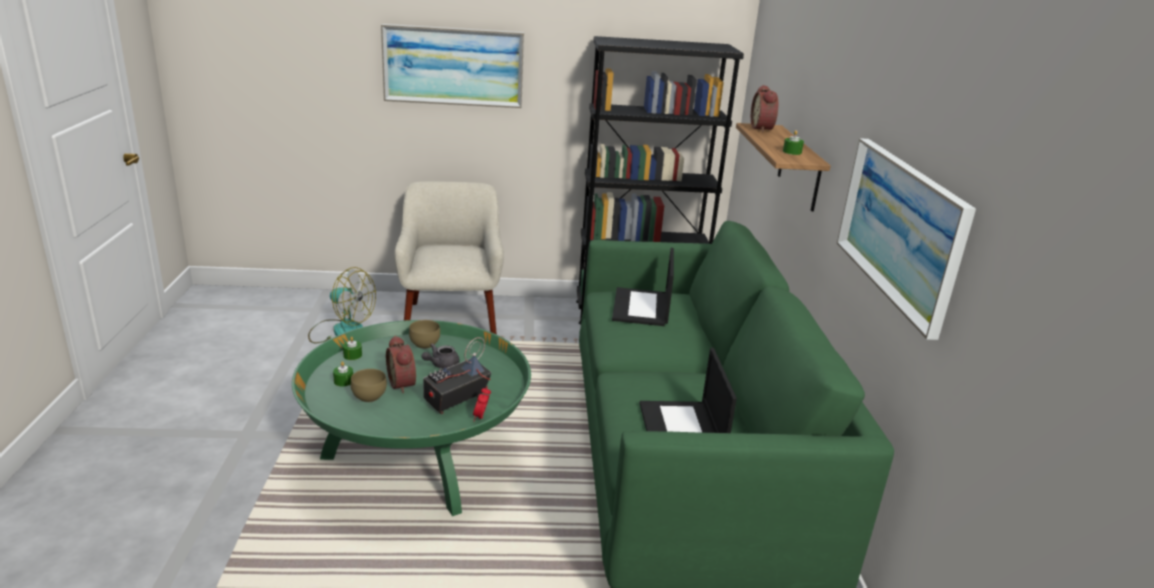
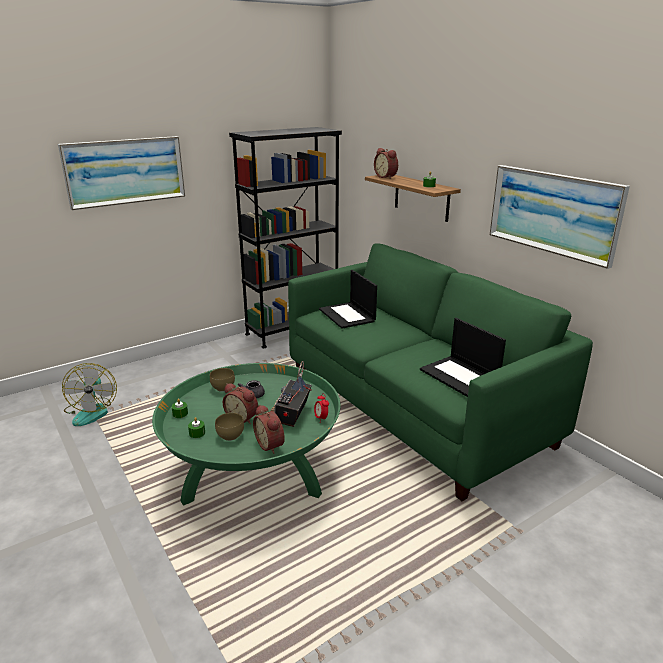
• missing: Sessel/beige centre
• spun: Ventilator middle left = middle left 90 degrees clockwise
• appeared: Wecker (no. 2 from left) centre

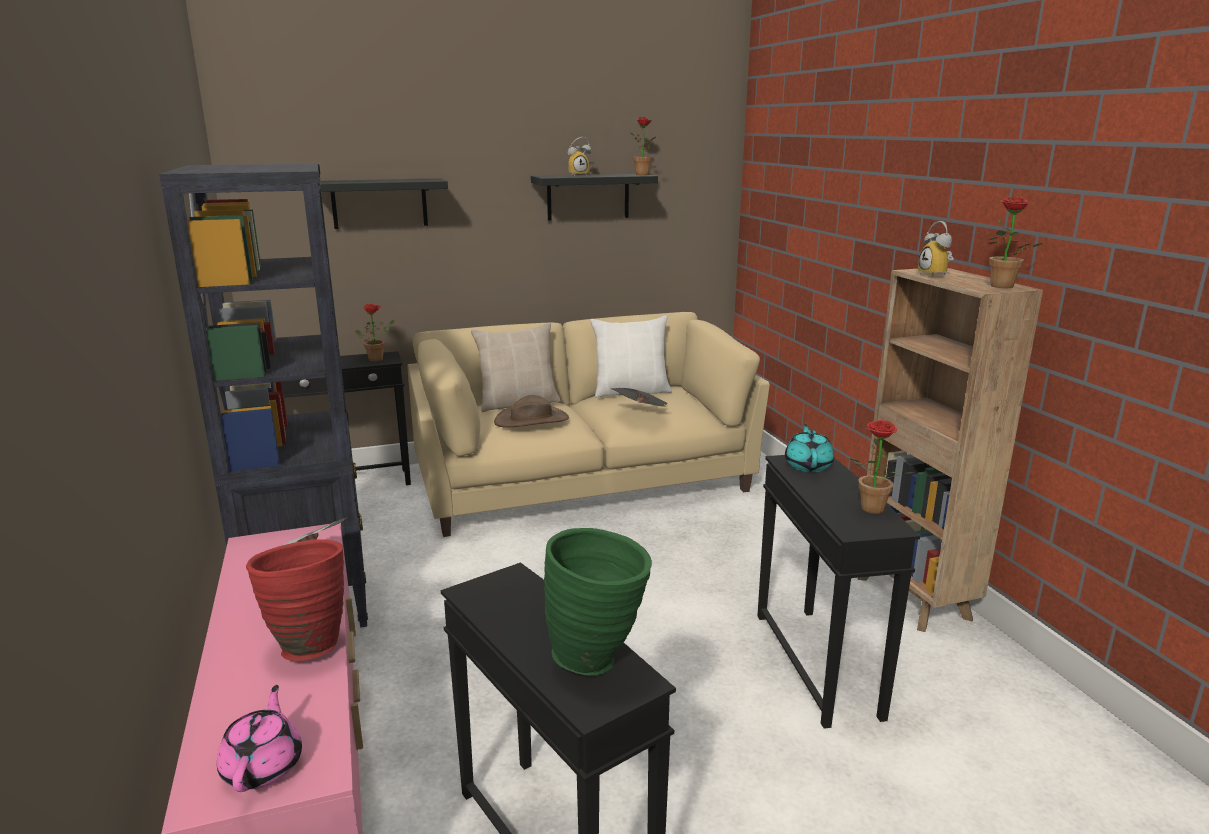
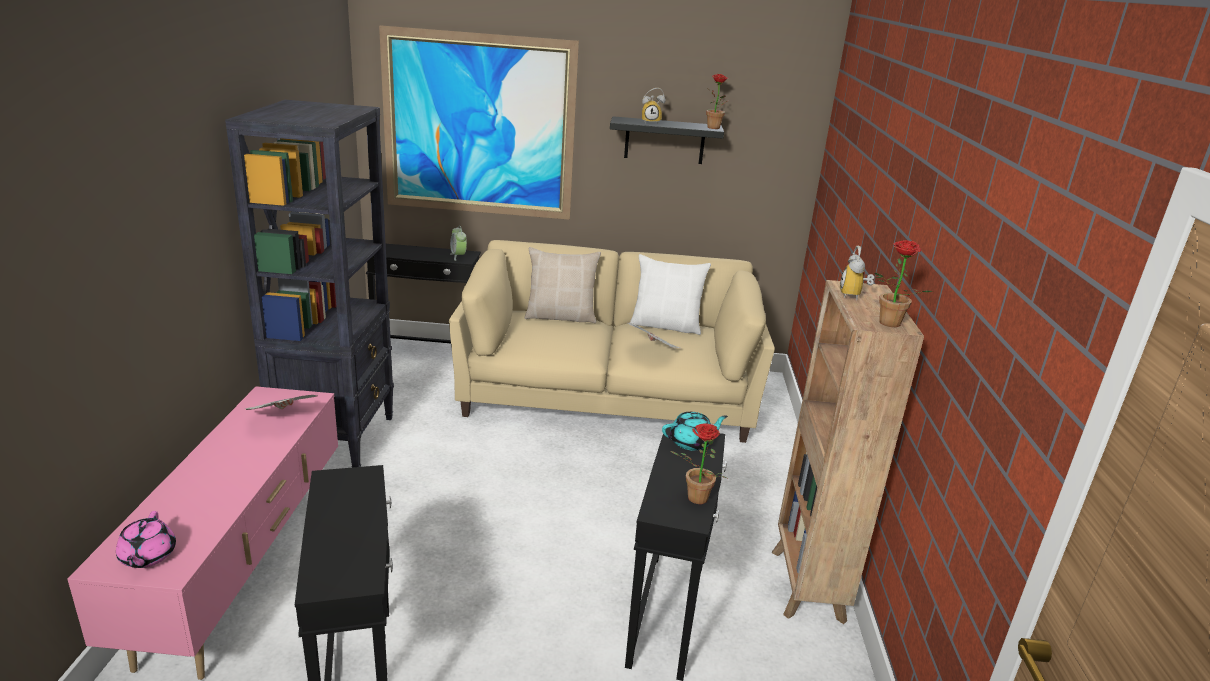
• exchanged: Wandregal/schwarz (no. 1 from left) top left to Bild top centre
• exchanged: Topfpflanze (no. 1 from left) middle left to Wecker (no. 1 from left) centre
• missing: Hut/braun centre
• spun: Teekanne/türkis middle right = centre 45 degrees clockwise
• missing: Vase/grün bottom centre
• missing: Vase/rot bottom left
• spun: Teekanne/rosa bottom left = bottom left 150 degrees clockwise

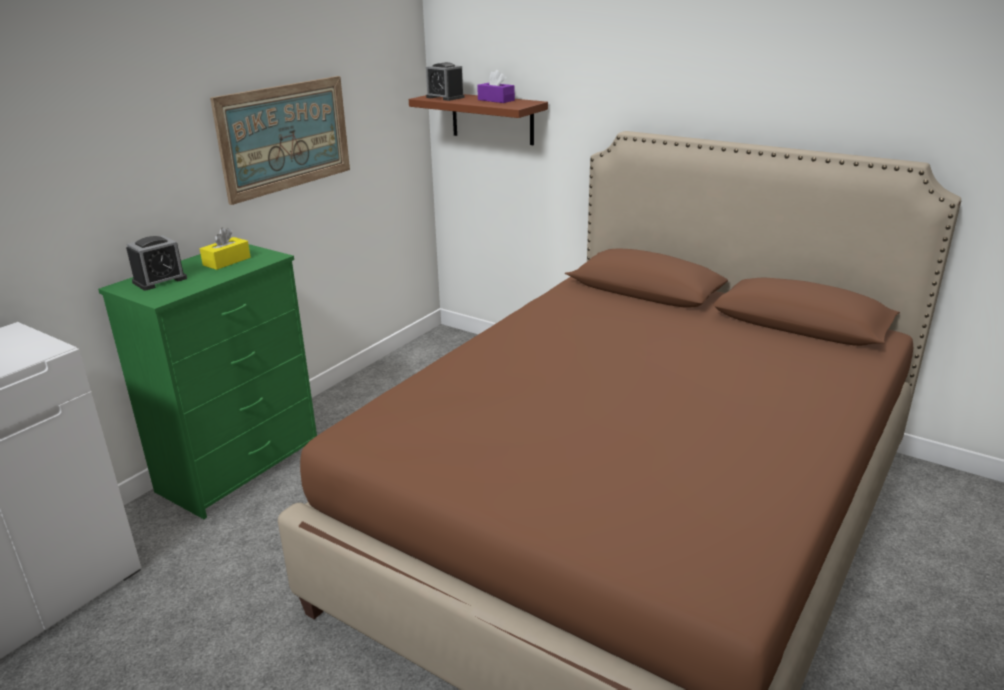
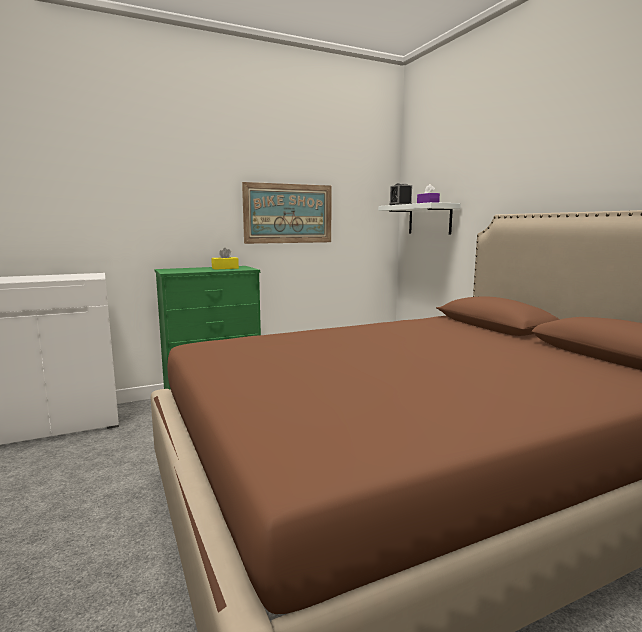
• colour: Wandregal/braun top centre to Wandregal/weiß centre
• missing: Wecker (no. 1 from left) middle left

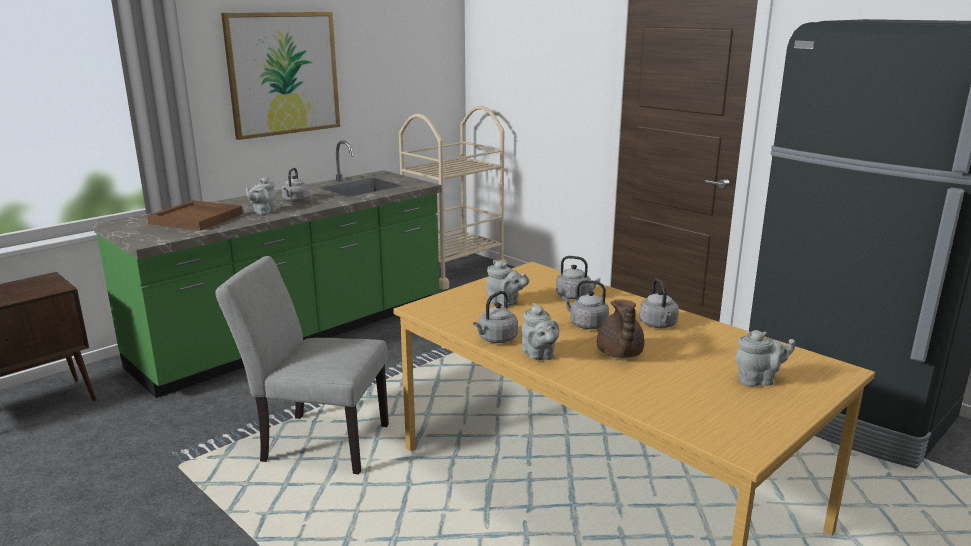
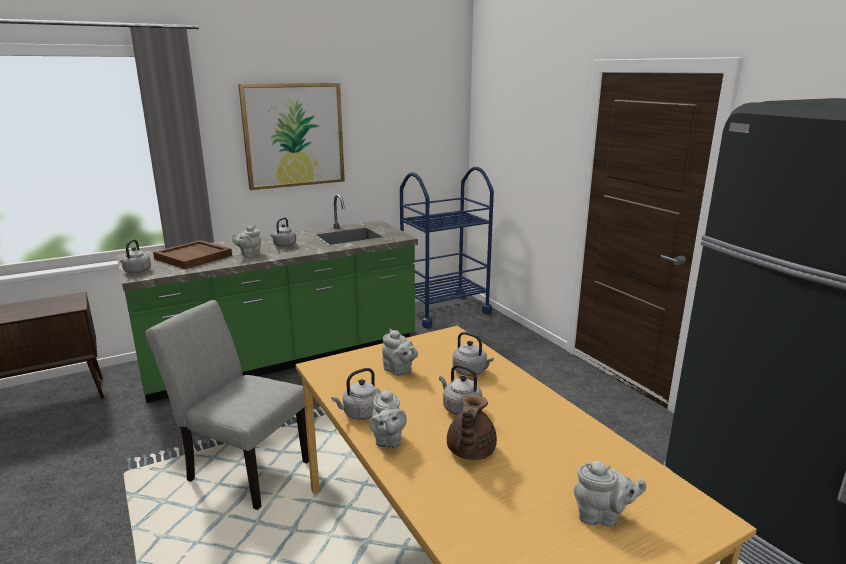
• colour: Rollwagen/beige centre to Rollwagen/blau centre
• relocated: Wasserkessel/grau (no. 5 from left in the first image) middle right to Wasserkessel/grau (no. 1 from left) middle left

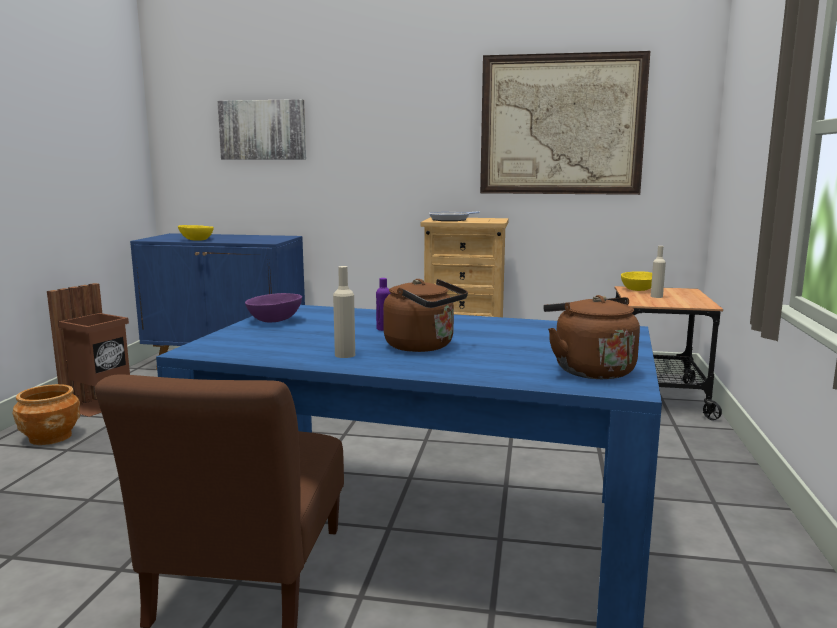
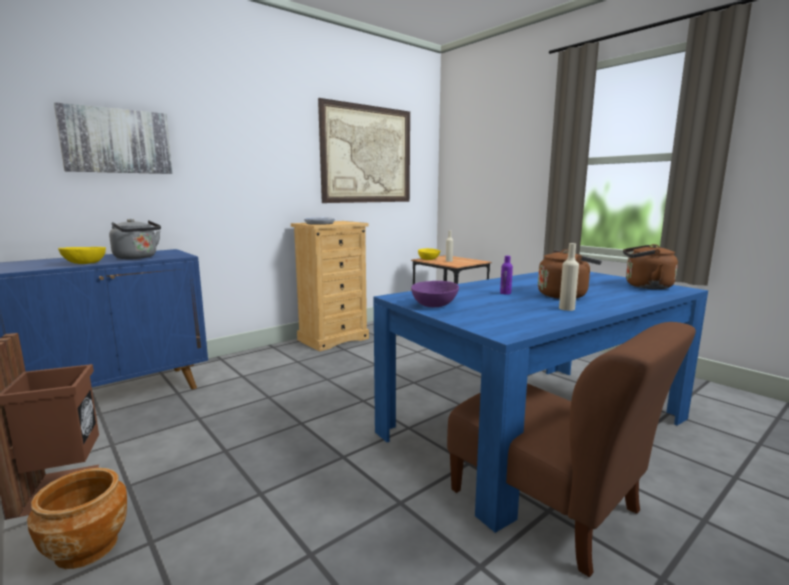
• appeared: Wasserkessel/grau middle left

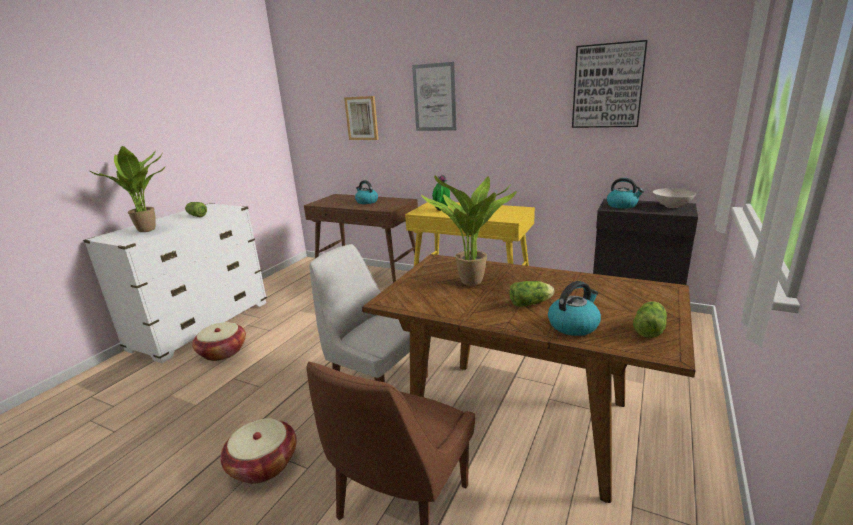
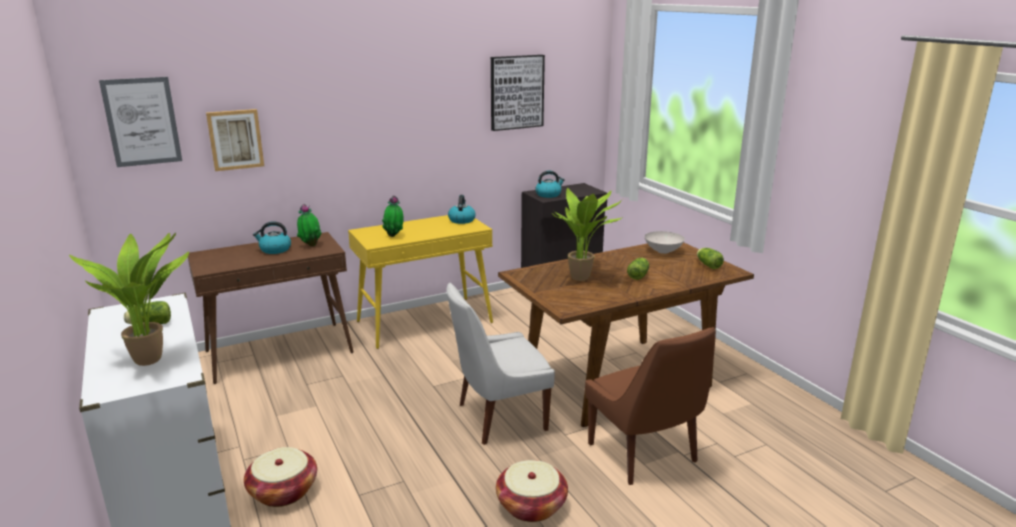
• relocated: Bild (no. 2 from left in the first image) top centre to Bild (no. 1 from left) top left
• relocated: Schüssel/weiß middle right to centre
• relocated: Wasserkessel (no. 2 from left) middle right to centre
• appeared: Topfpflanze (no. 2 from left) middle left

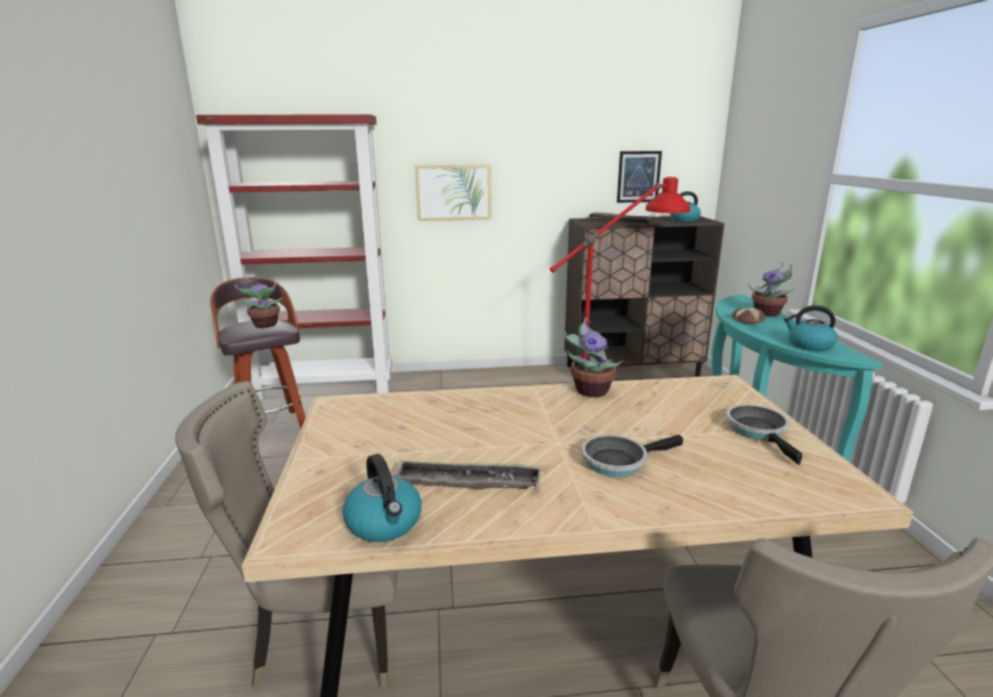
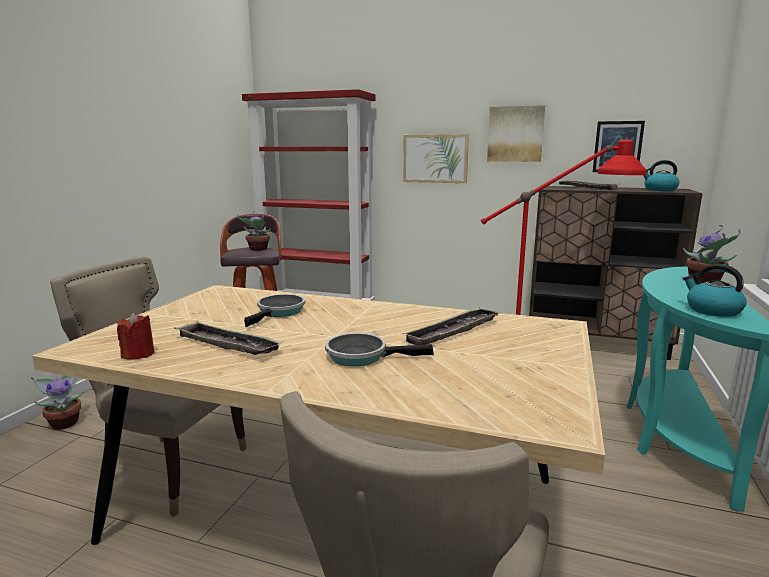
• missing: Brot middle right
• relocated: Topfpflanze (no. 2 from left in the first image) centre to Topfpflanze (no. 1 from left) bottom left
• relocated: Pfanne (no. 2 from left in the first image) middle right to Pfanne (no. 1 from left) centre
• exchanged: Wasserkessel (no. 1 from left) bottom centre to Kerze/rot middle left
• appeared: Bild (no. 2 from left) top right
• appeared: Tablett (no. 2 from left) centre

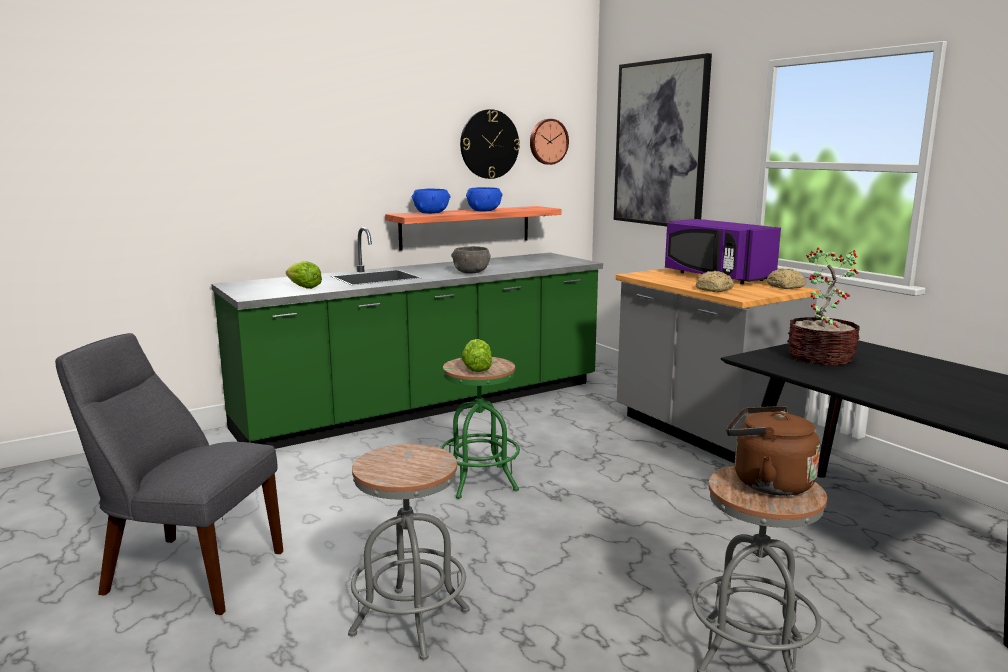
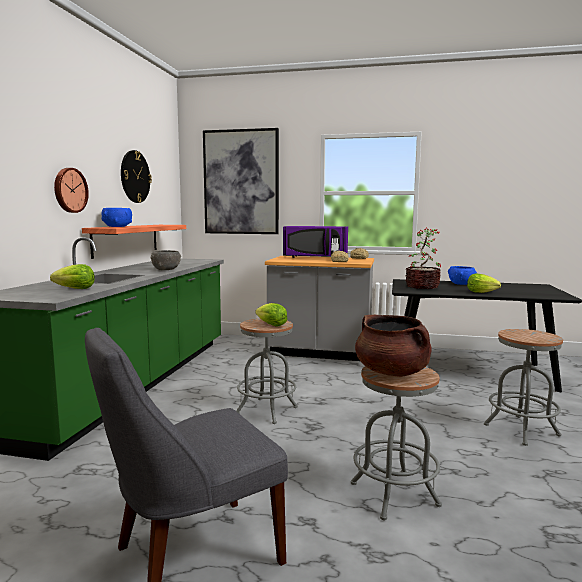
• relocated: Wanduhr (no. 2 from left in the first image) top centre to Wanduhr (no. 1 from left) top left
• relocated: Schüssel/blau (no. 2 from left) top centre to middle right
• colour: Hocker/grün centre to Hocker/grau (no. 1 from left) centre
• missing: Wasserkessel/braun bottom right
• appeared: Salatkopf (no. 3 from left) middle right
• appeared: Kochtopf/braun middle right

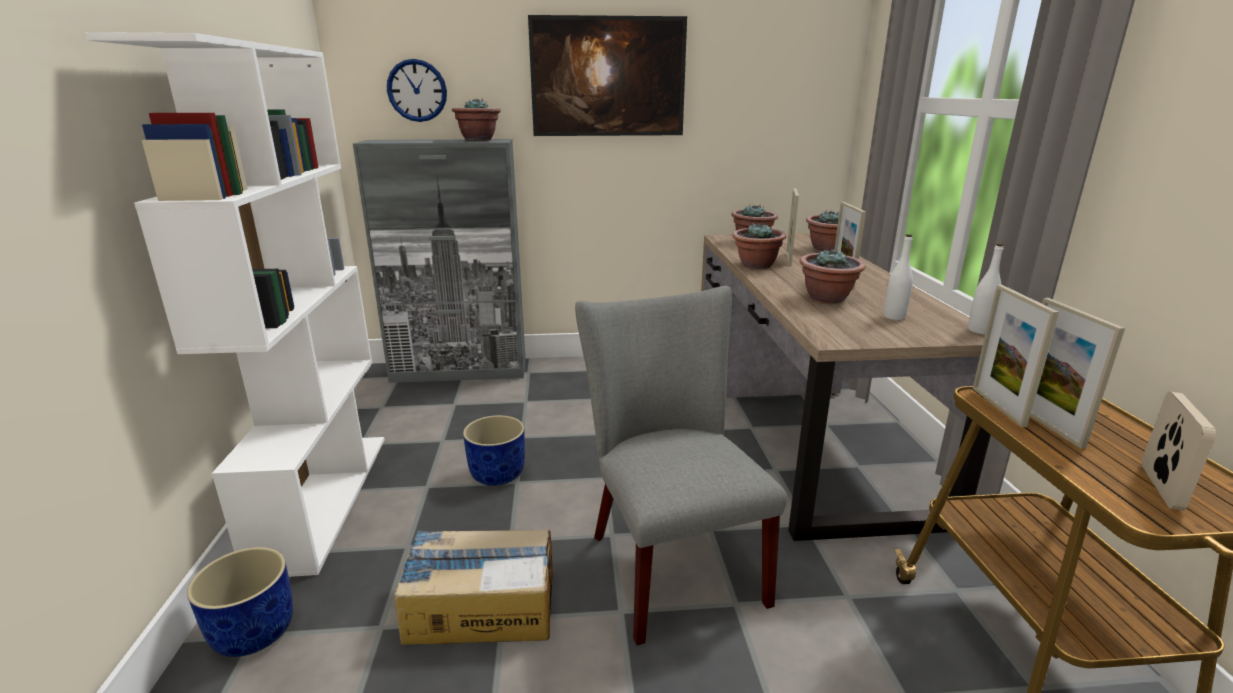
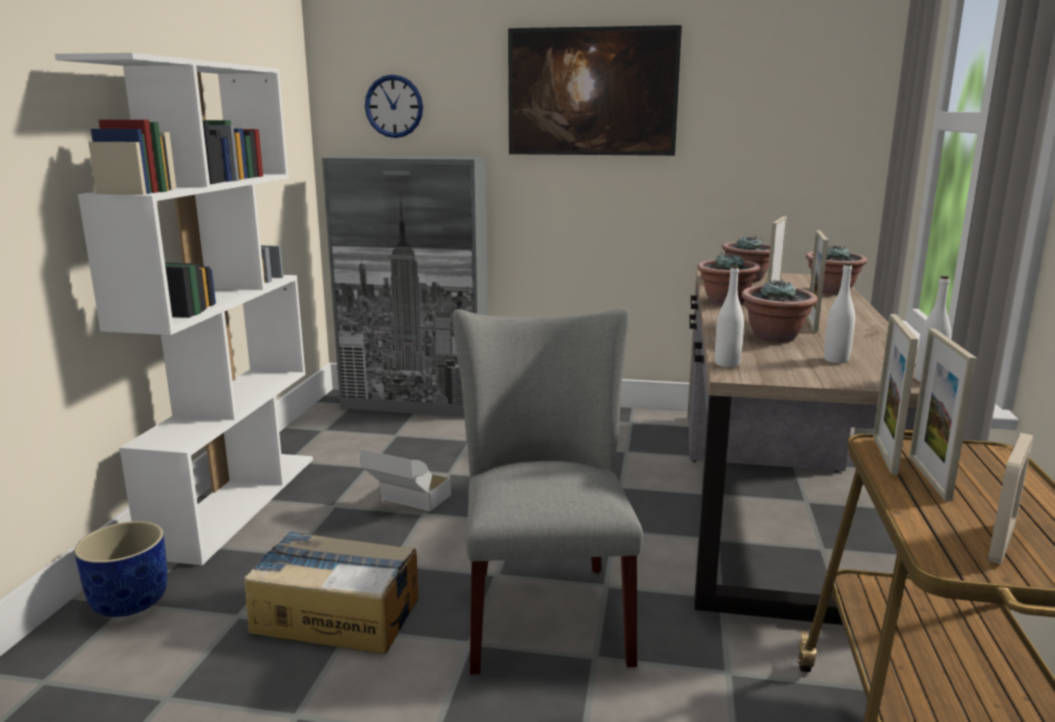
• missing: Topfpflanze (no. 1 from left) top centre
• exchanged: Pflanzkübel/blau (no. 2 from left) centre to Karton (no. 2 from left) centre
• appeared: Flasche/weiß (no. 1 from left) middle right

